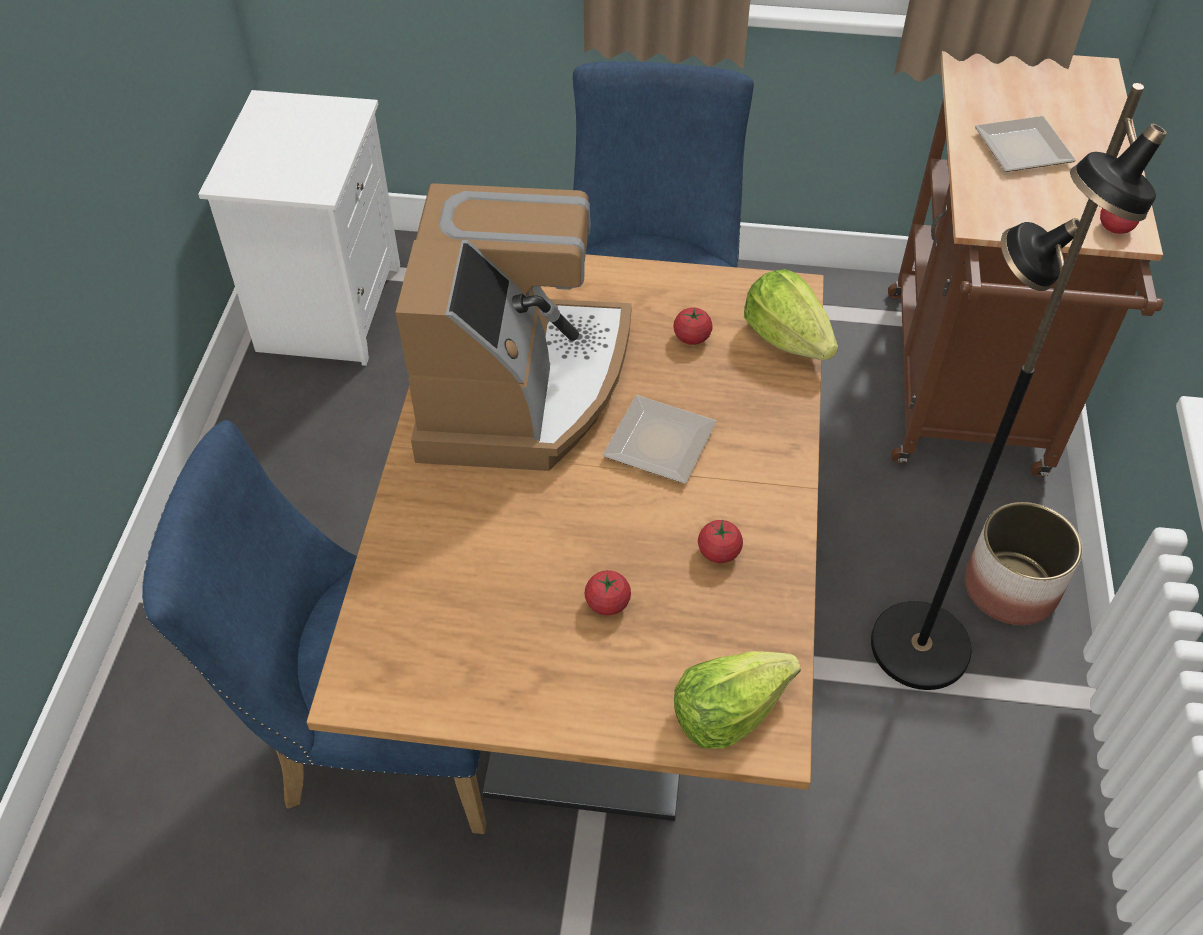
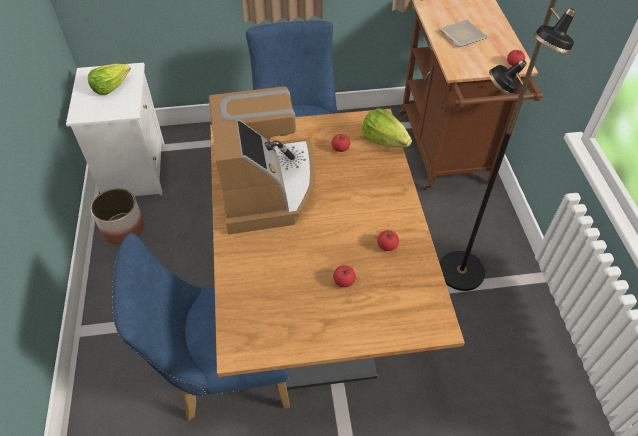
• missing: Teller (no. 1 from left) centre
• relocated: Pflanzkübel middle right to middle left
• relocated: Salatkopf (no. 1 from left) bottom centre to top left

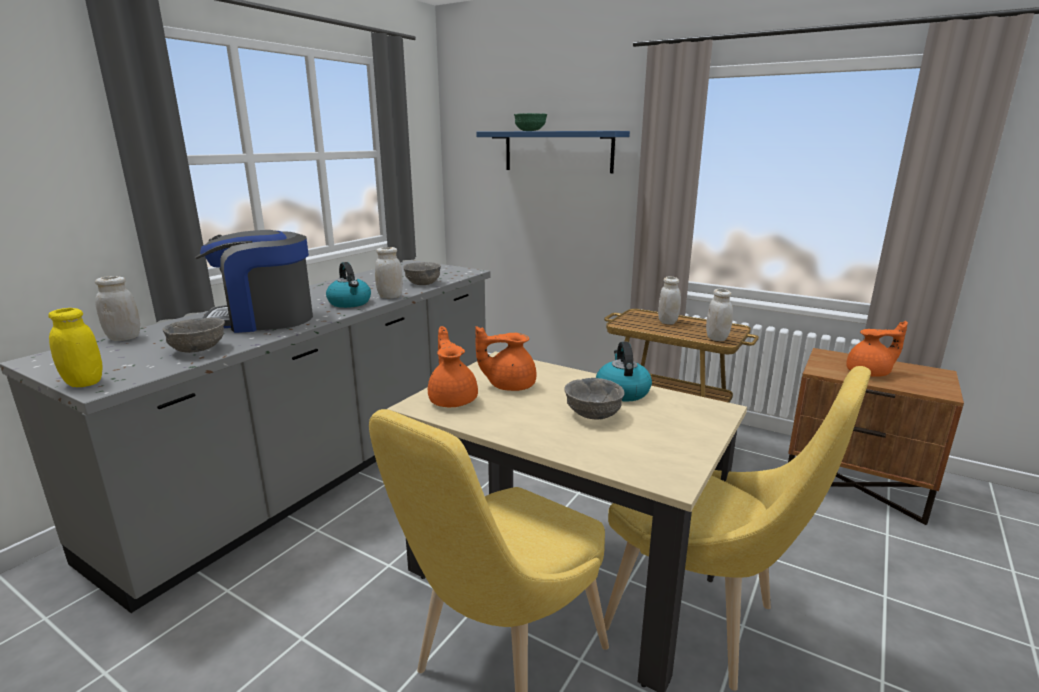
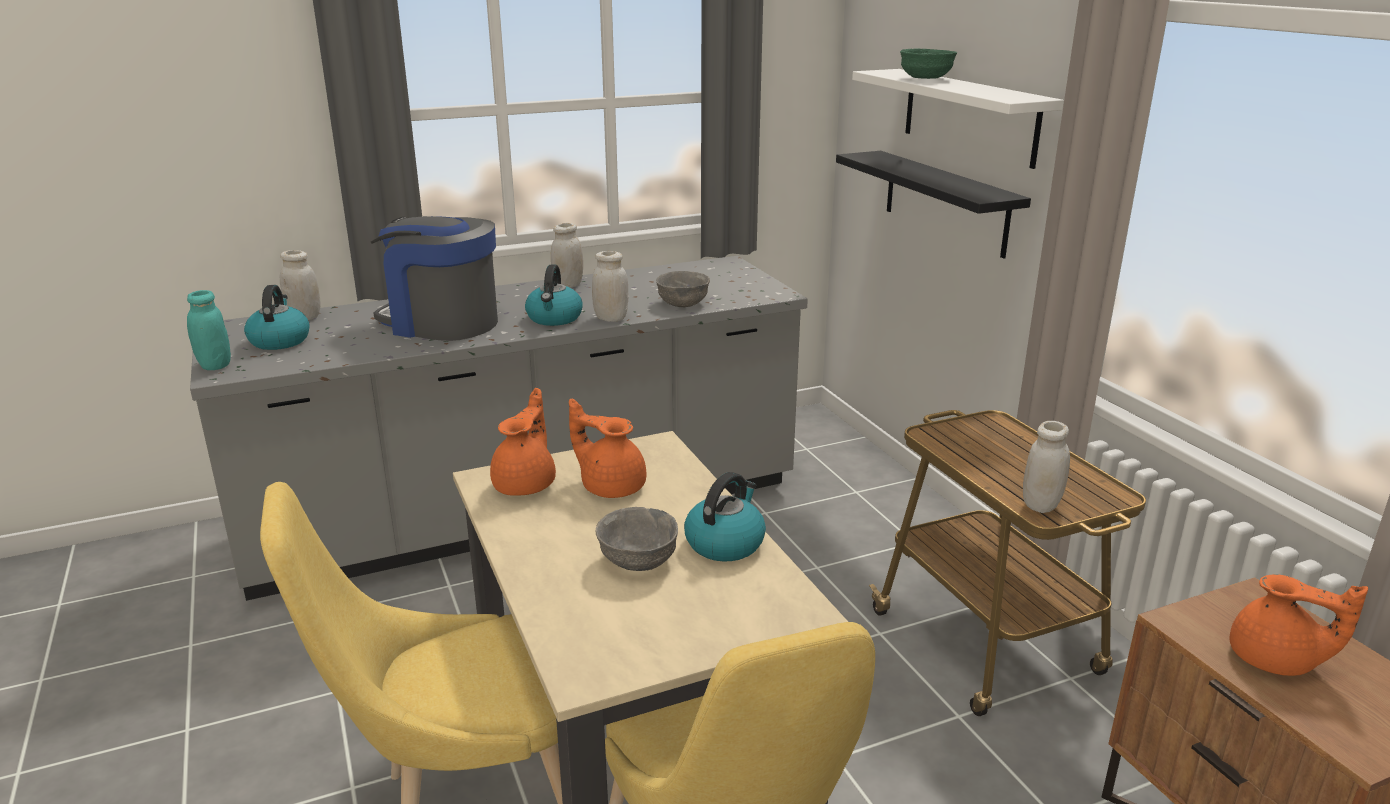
• colour: Wandregal/blau top centre to Wandregal/weiß top right
• relocated: Vorratsglas/weiß (no. 3 from left in the first image) centre to Vorratsglas/weiß (no. 2 from left) top centre
• colour: Vorratsglas/gelb middle left to Vorratsglas/türkis middle left
• missing: Schüssel/grau (no. 1 from left) middle left
• appeared: Wandregal/schwarz top right
• appeared: Wasserkessel (no. 1 from left) middle left

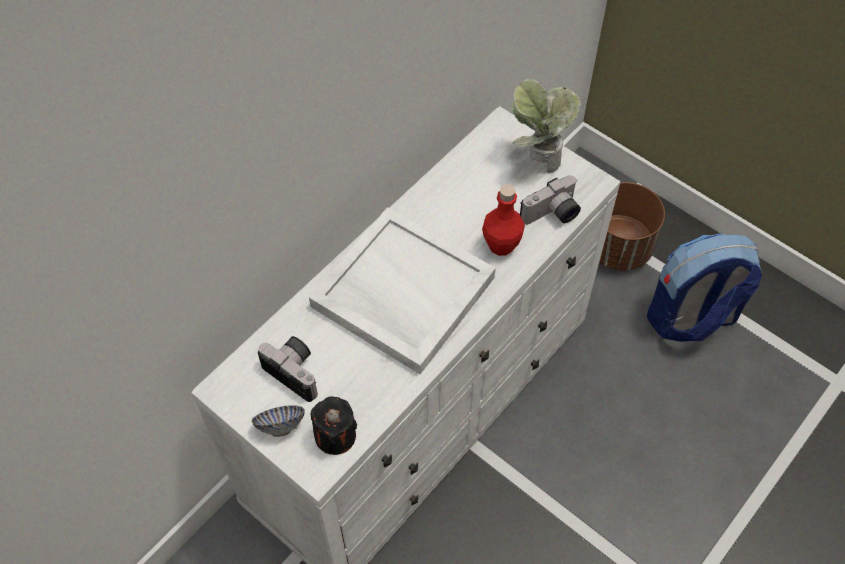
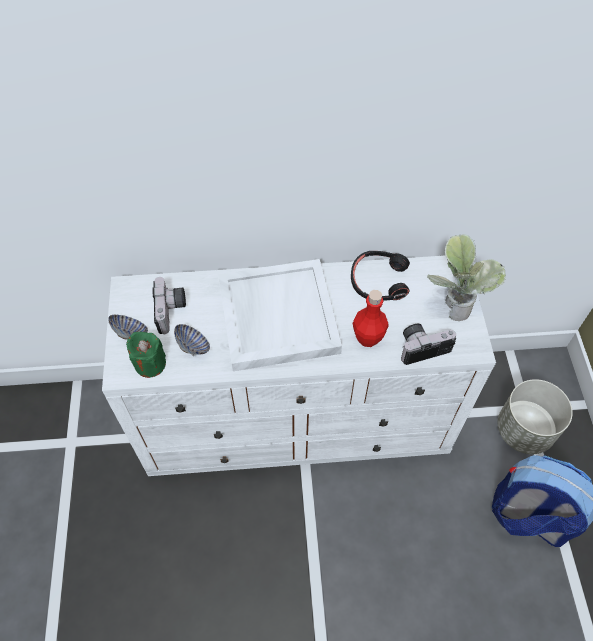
• spun: Kamera (no. 2 from left) centre = middle right 150 degrees clockwise
• colour: Pflanzkübel/braun middle right to Pflanzkübel/grau middle right
• colour: Kerze/schwarz bottom centre to Kerze/grün middle left
• appeared: Kopfhörer/schwarz centre
• appeared: Schüssel (no. 2 from left) middle left

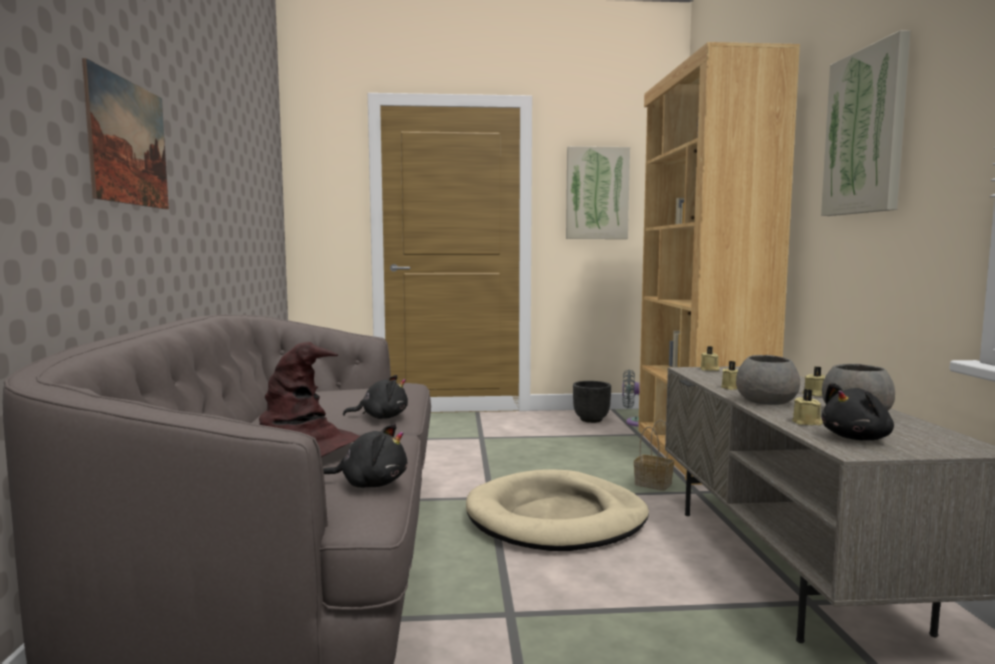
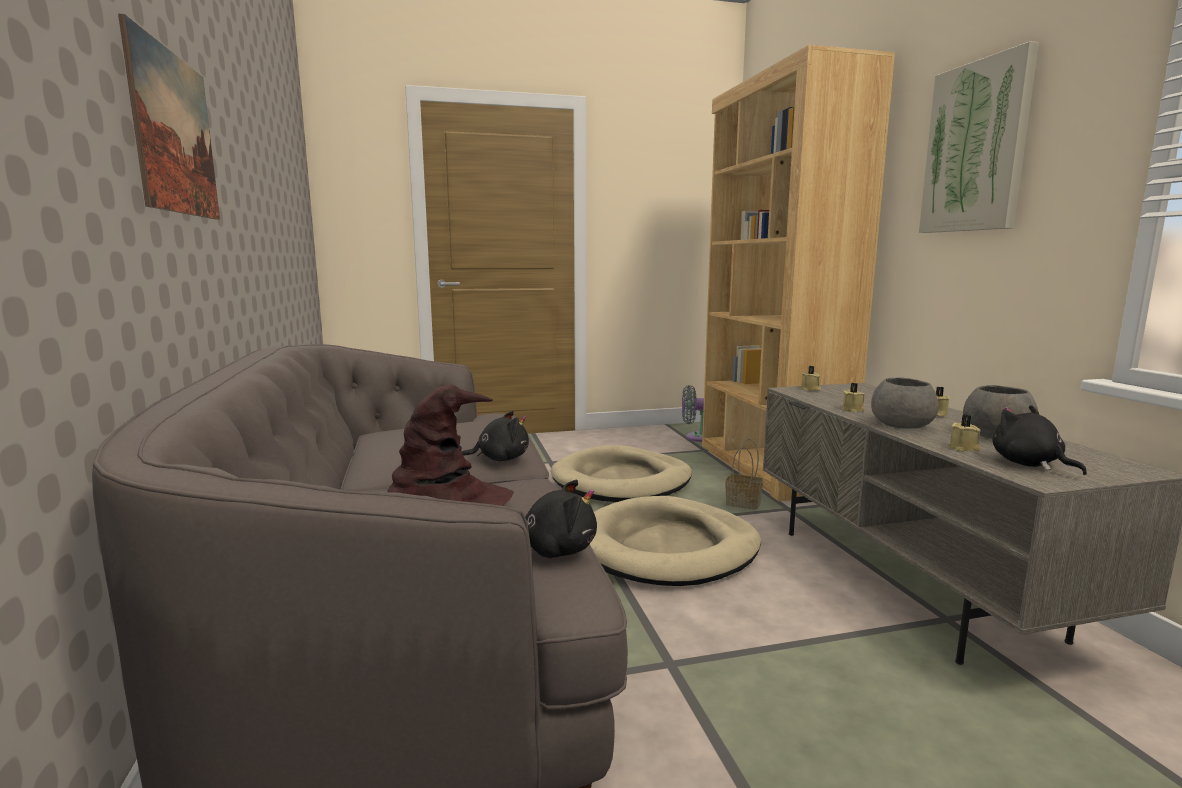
• missing: Bild (no. 2 from left) top centre
• missing: Pflanzkübel/schwarz centre
• spun: Plüschtier/schwarz (no. 3 from left) middle right = middle right 105 degrees clockwise
• appeared: Hundebett/beige (no. 1 from left) centre

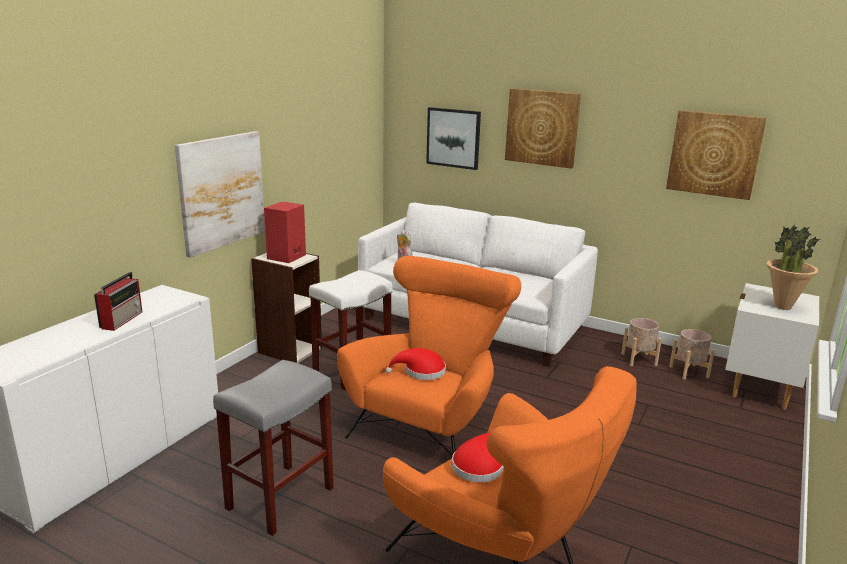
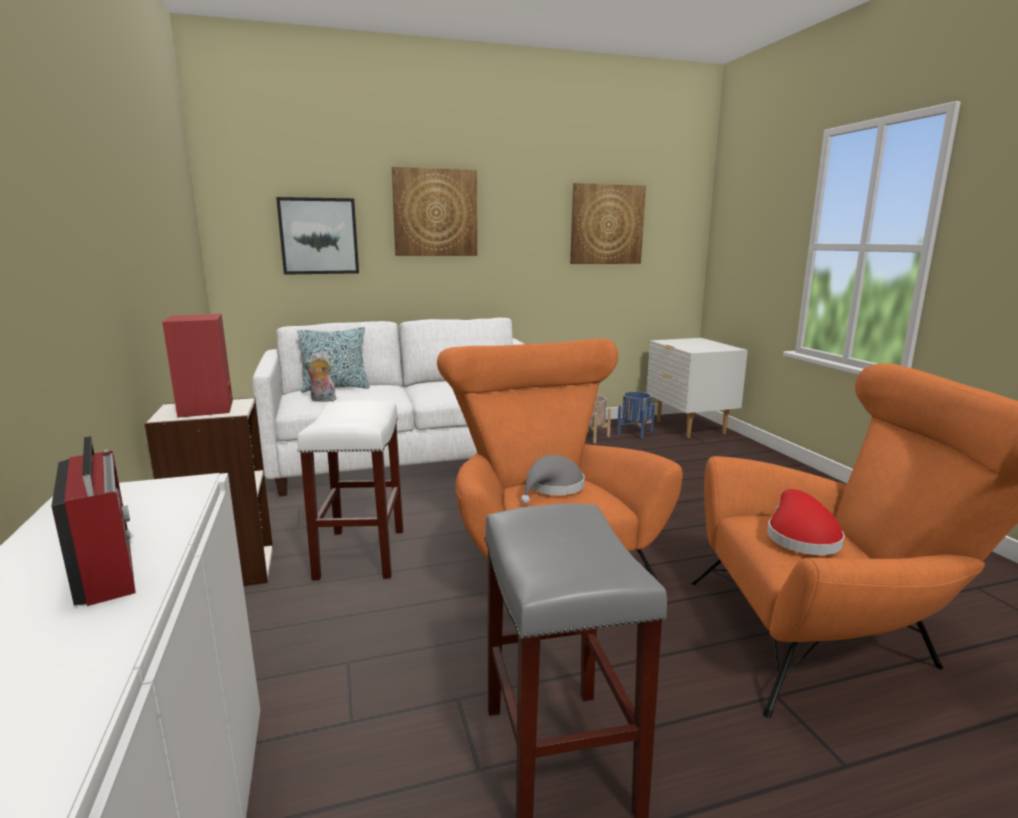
• missing: Bild (no. 1 from left) middle left
• missing: Topfpflanze middle right
• colour: Pflanzkübel/beige (no. 2 from left) middle right to Pflanzkübel/blau centre
• colour: Hut/rot (no. 1 from left) centre to Hut/grau centre
• appeared: Kissen middle left

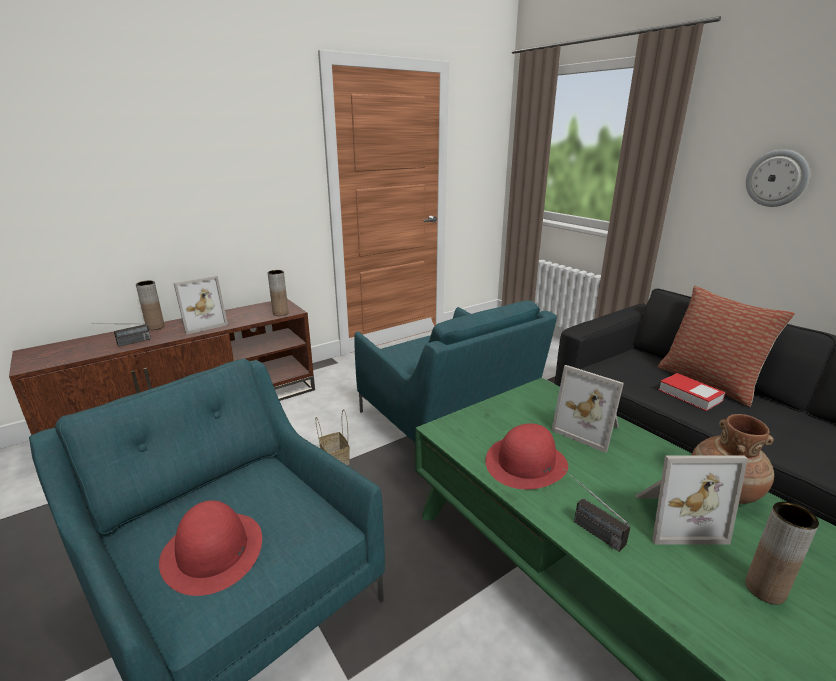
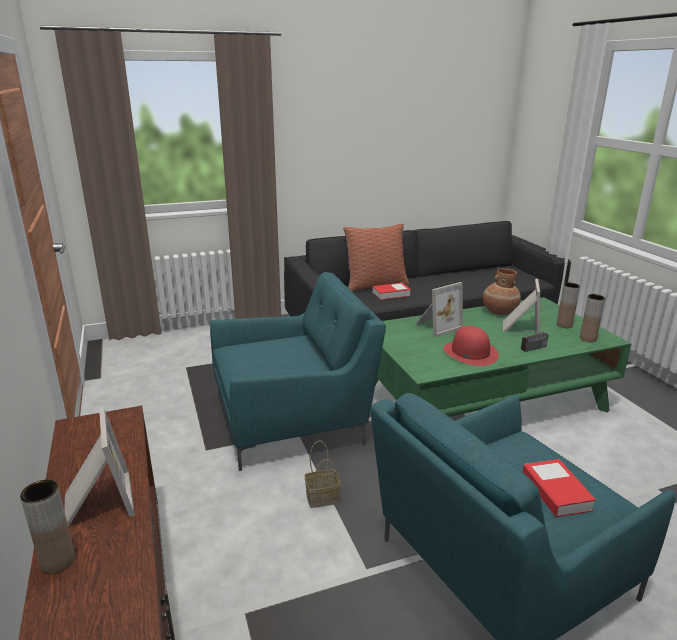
• missing: Wanduhr top right
• relocated: Vase/braun (no. 2 from left in the first image) middle left to Vase/braun (no. 4 from left) middle right
• missing: Radio (no. 1 from left) middle left
• exchanged: Hut/rot (no. 1 from left) bottom left to Buch (no. 2 from left) bottom right

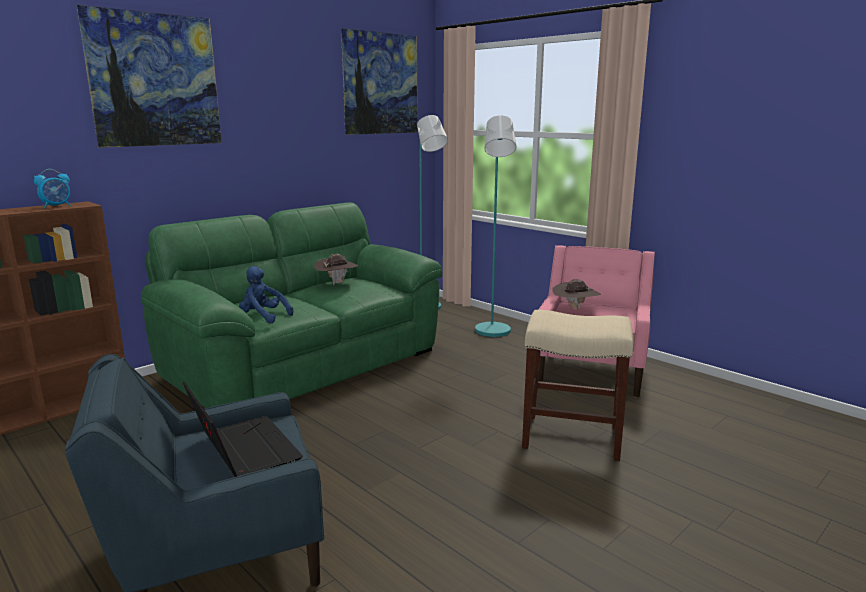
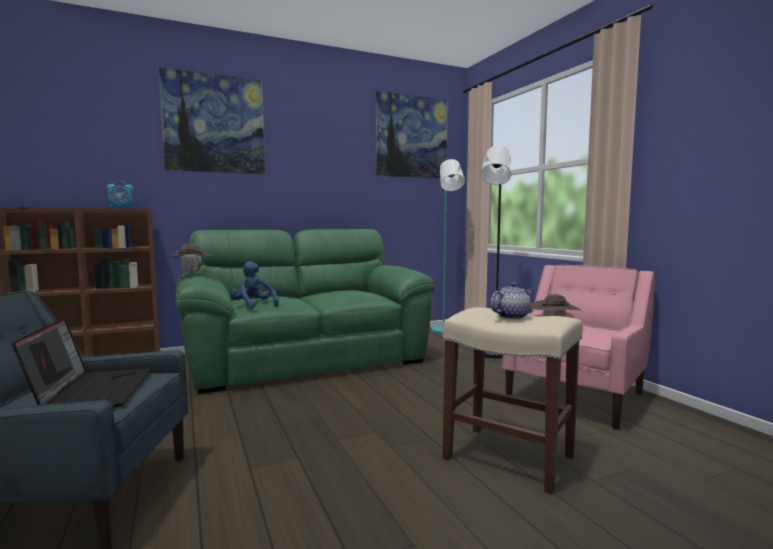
• colour: Stehlampe/türkis (no. 2 from left) centre to Stehlampe/schwarz centre
• relocated: Hut/braun (no. 1 from left) centre to middle left
• appeared: Teekanne centre

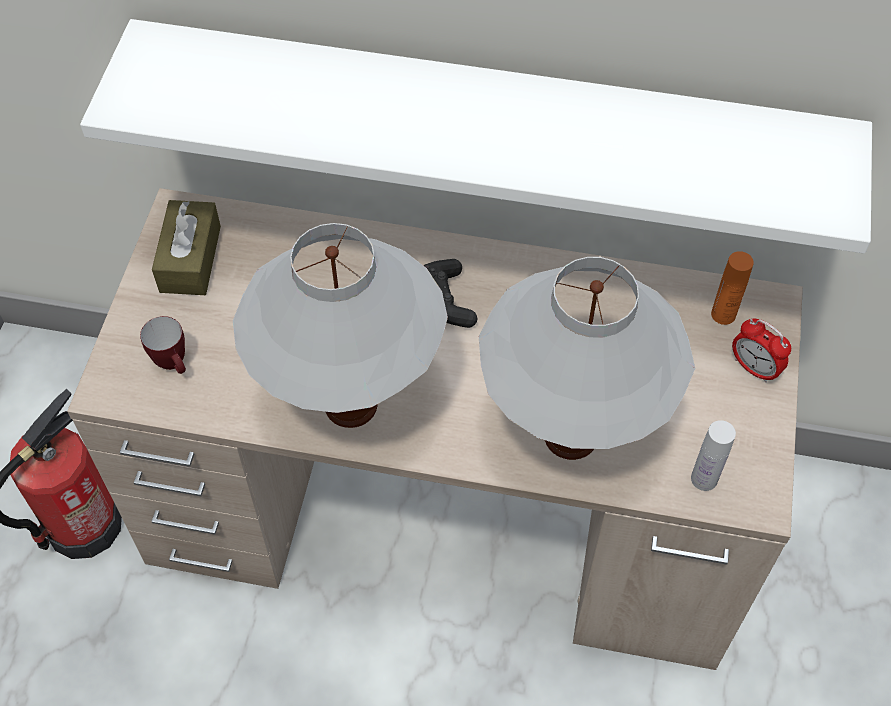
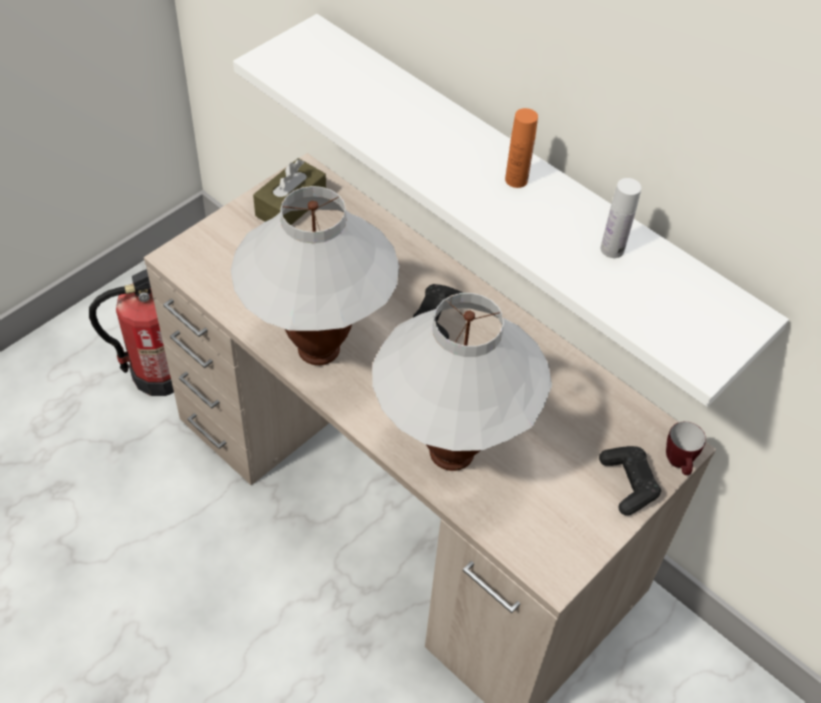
• relocated: Flasche/orange middle right to top centre
• relocated: Henkelbecher middle left to middle right
• exchanged: Wecker middle right to Gamepad/schwarz (no. 2 from left) bottom right
• relocated: Flasche/weiß middle right to top right

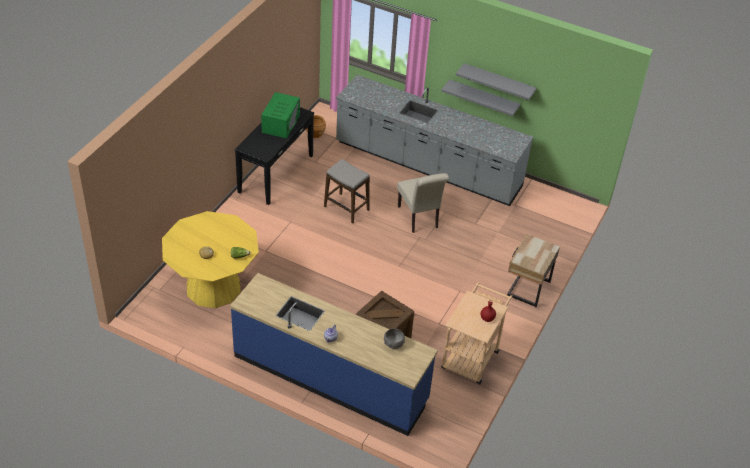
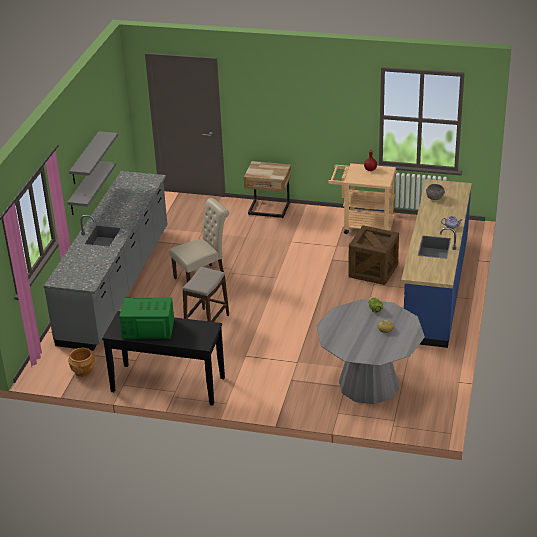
• colour: Esstisch/gelb middle left to Esstisch/grau middle right

